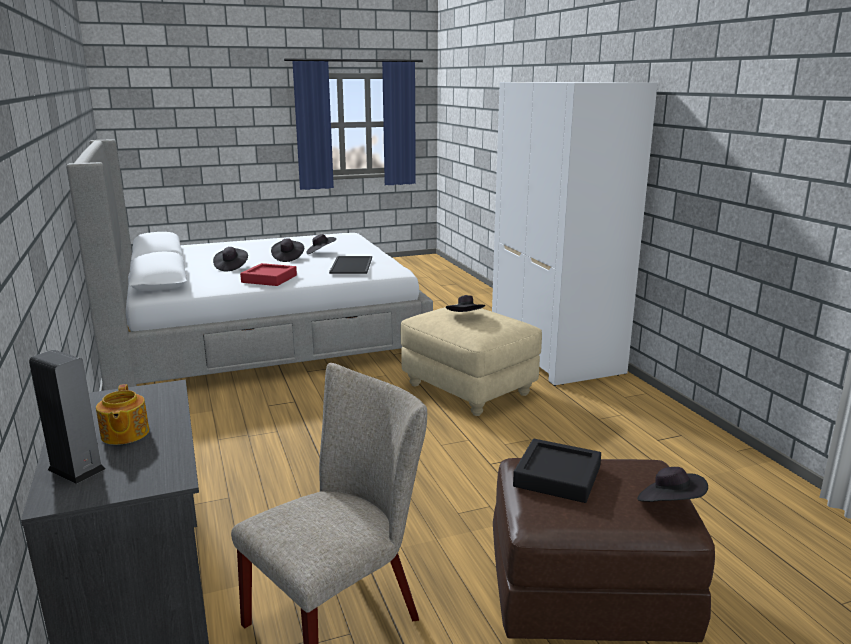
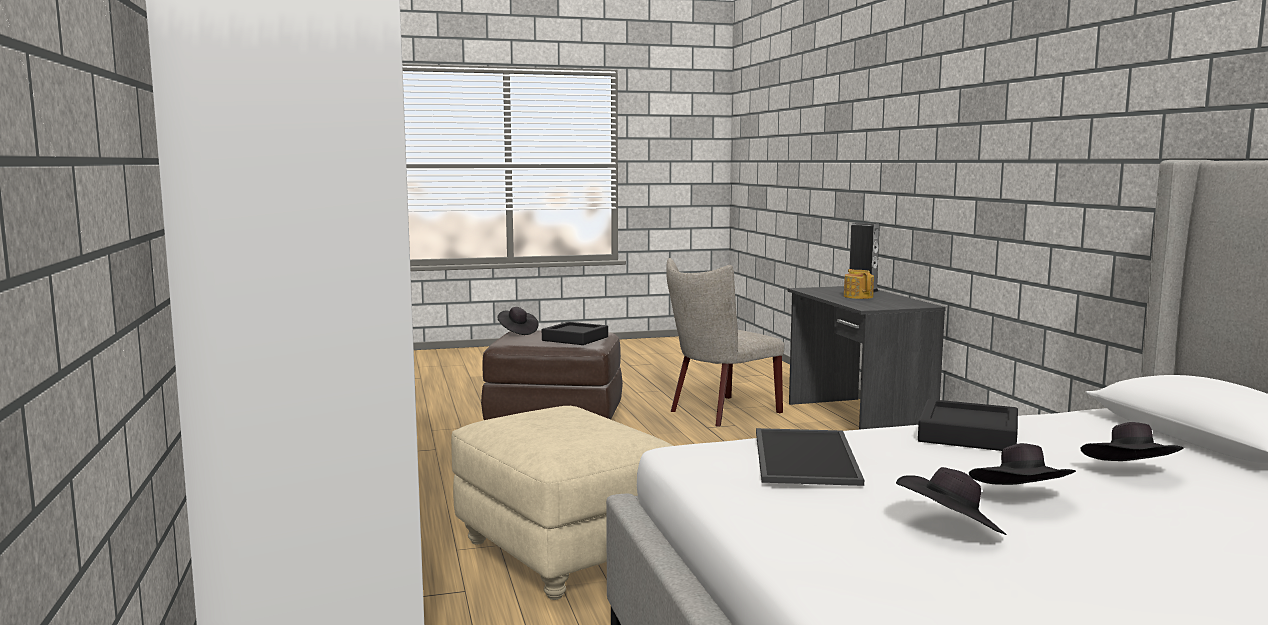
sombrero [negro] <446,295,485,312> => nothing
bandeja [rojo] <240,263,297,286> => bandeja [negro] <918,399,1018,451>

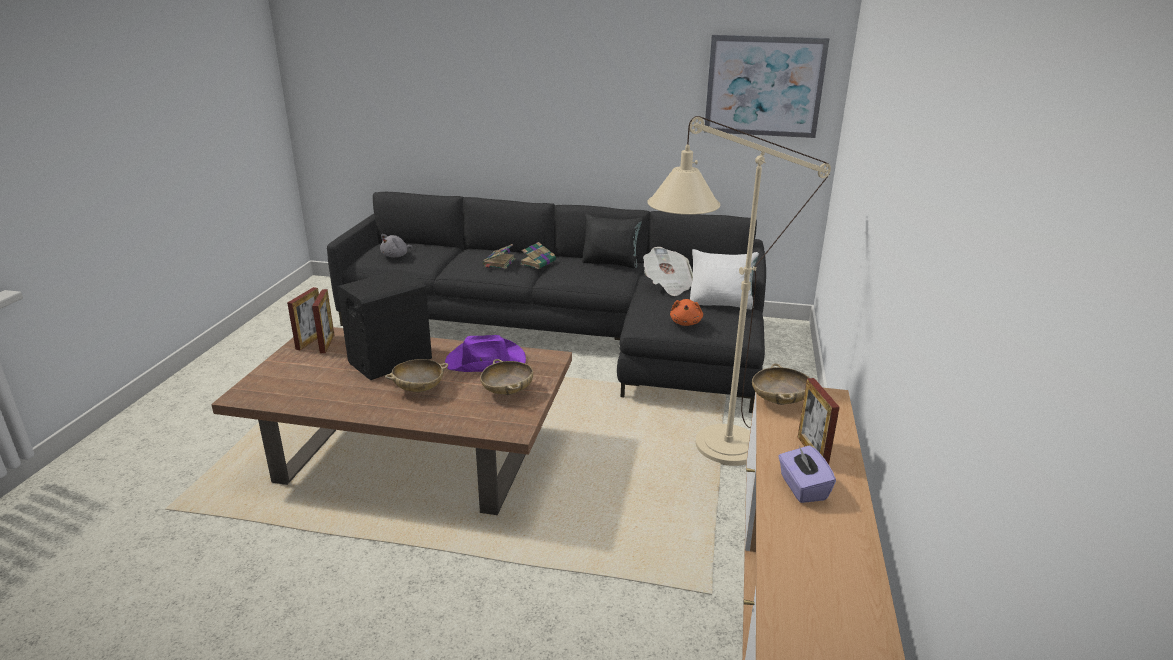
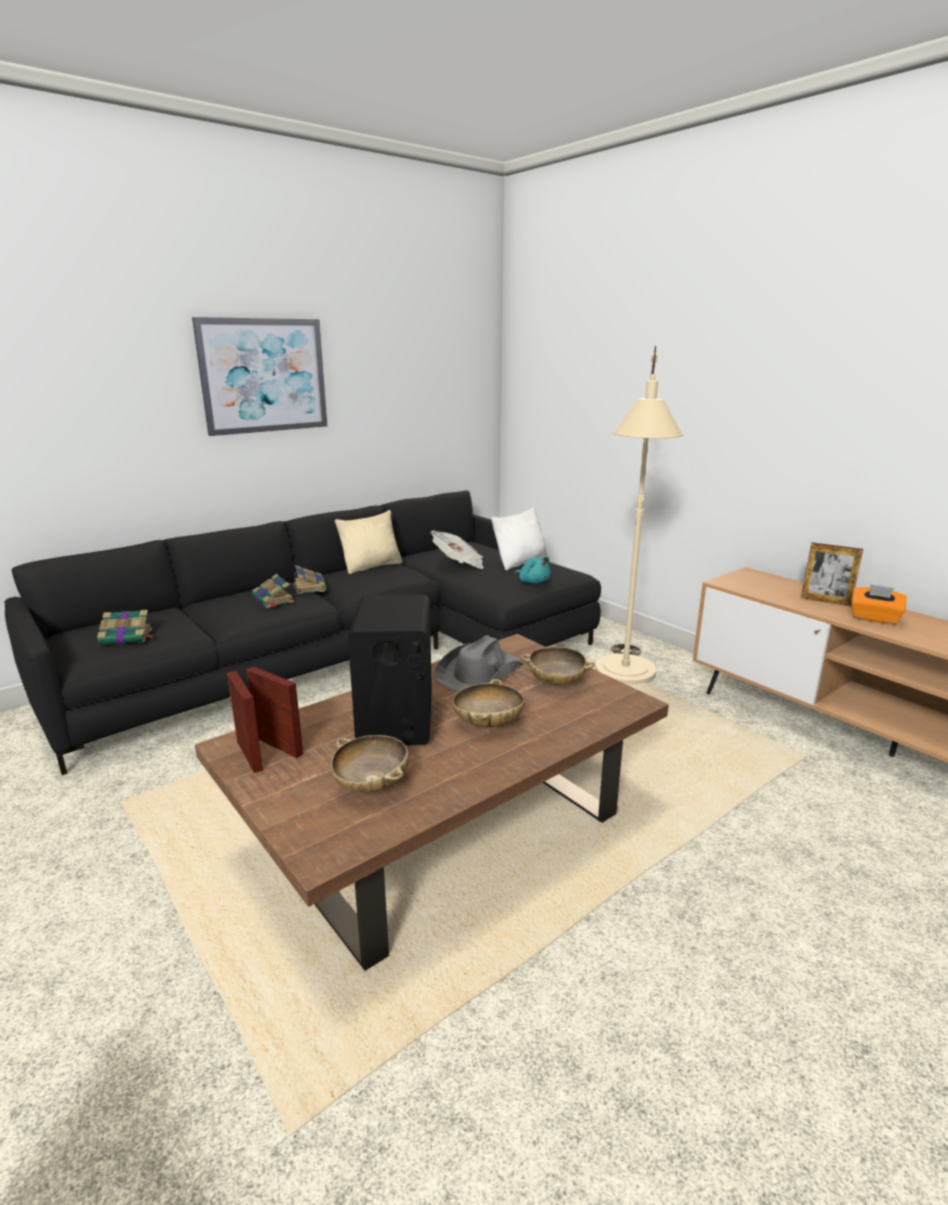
cuadro <704,35,829,138> => cuadro <192,317,327,436>, shifted
cuenco [beis] <752,363,809,405> => cuenco [beis] <331,735,409,792>, shifted
peluche [gris] <380,234,413,257> => libro <97,610,154,645>
sombrero [morado] <445,335,526,372> => sombrero [gris] <434,635,524,692>
cojín [negro] <582,214,643,269> => cojín [beis] <335,510,403,574>
peluche [naranja] <670,299,703,326> => peluche [turquesa] <515,556,551,584>
caja de pañuelos [morado] <778,445,836,503> => caja de pañuelos [naranja] <851,584,907,625>

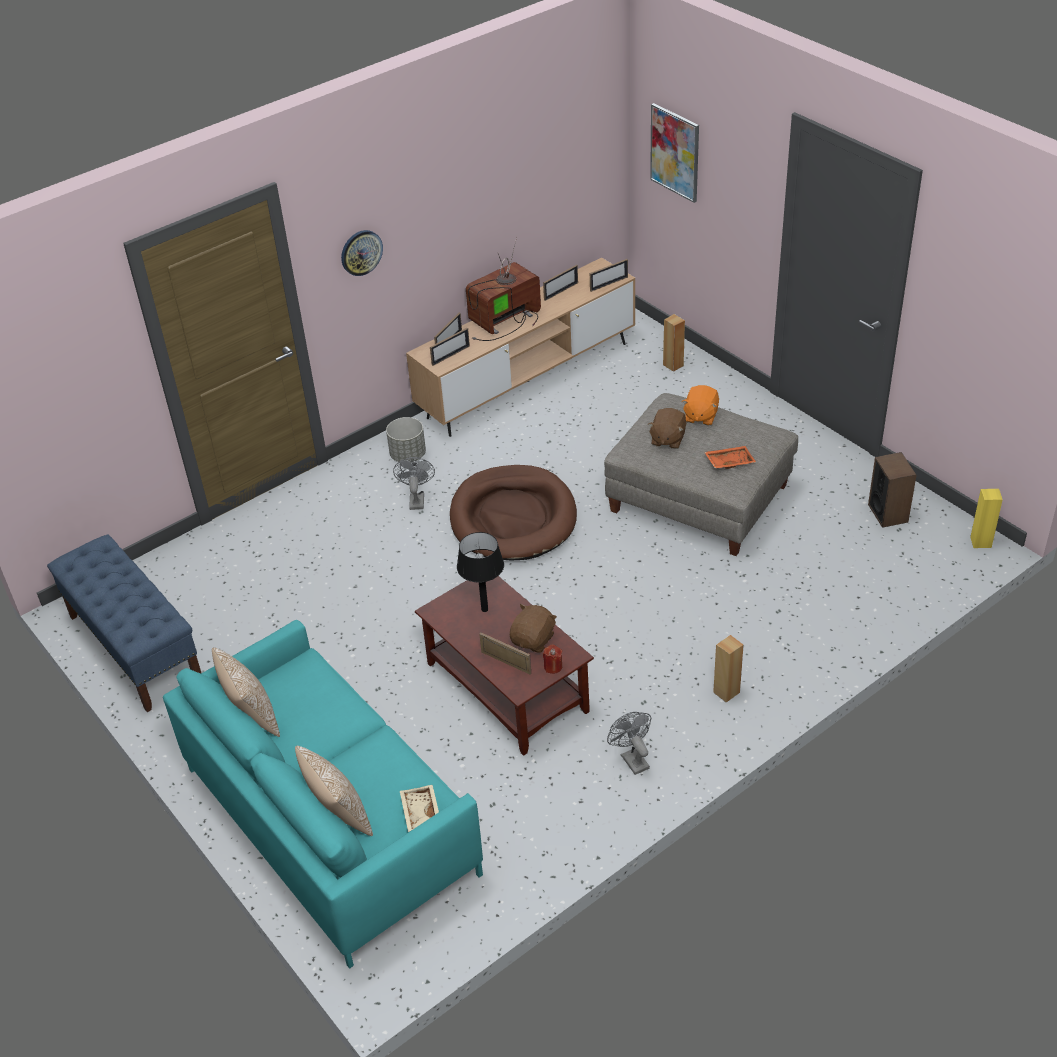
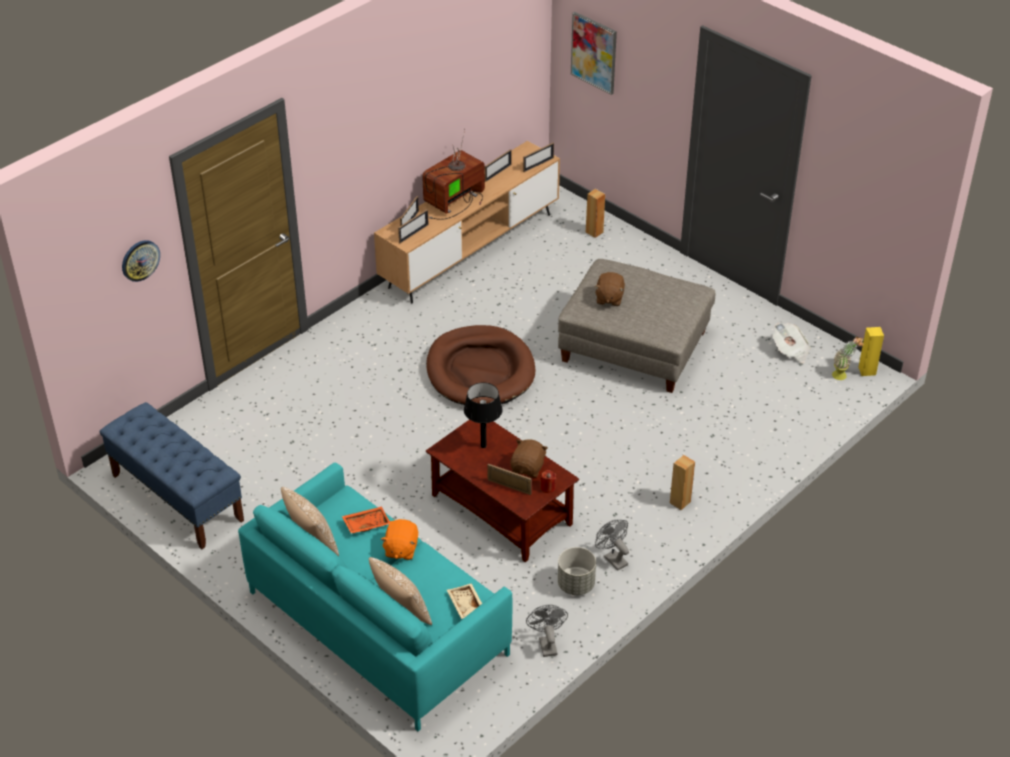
nothing => planta en maceta <832,337,863,380>
reloj de pared <341,230,383,276> => reloj de pared <122,240,160,282>, shifted
maceta [gris] <386,417,426,462> => maceta [gris] <558,547,596,595>, shifted
ventilador [gris] <393,457,435,510> => ventilador [gris] <526,605,568,657>, shifted
peluche [naranja] <682,385,719,425> => peluche [naranja] <380,519,418,560>, shifted
bandeja [naranja] <704,446,756,469> => bandeja [naranja] <342,506,390,534>, shifted
altavoz <868,452,917,528> => periódico <772,323,811,363>

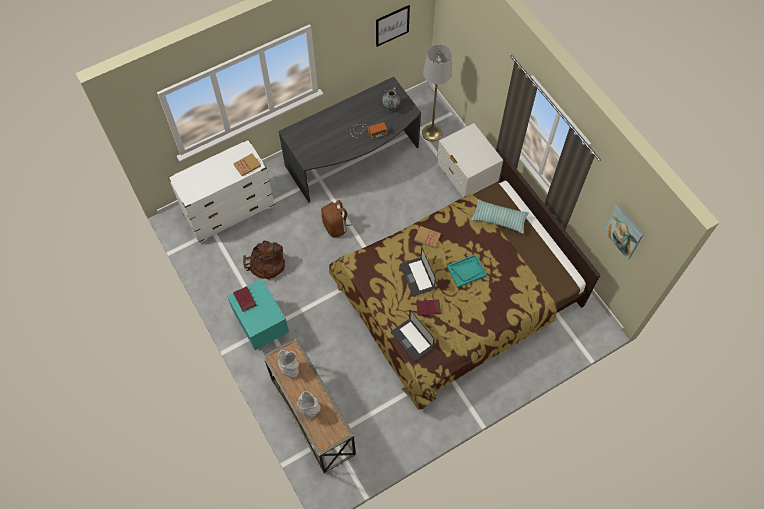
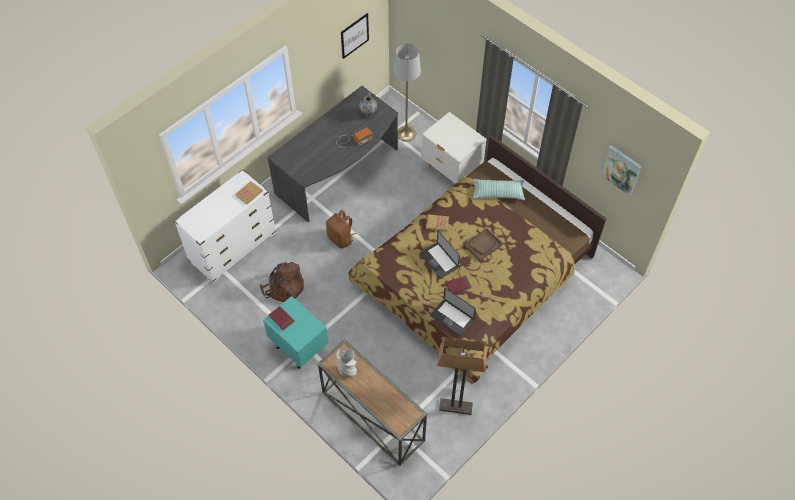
florero [gris] <297,392,321,419> => nothing
nothing => lámpara de pie <437,338,487,415>
bandeja [turquesa] <447,254,487,287> => bandeja [marrón] <464,228,503,261>

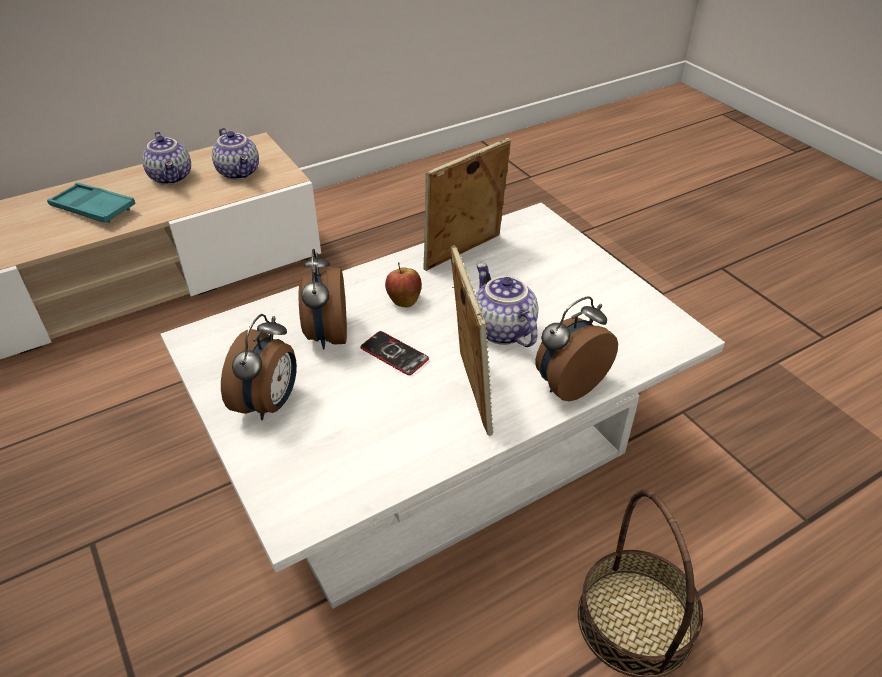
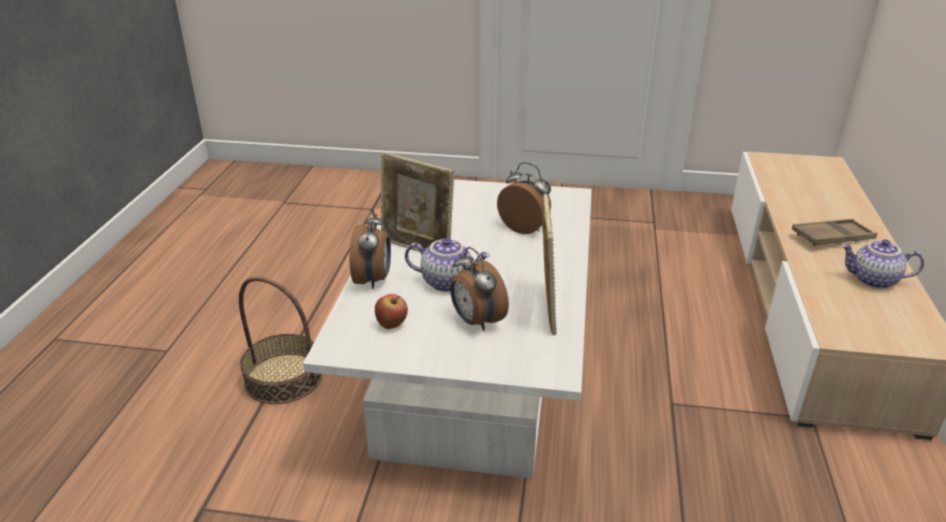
tetera <212,128,259,180> => nothing
móvil <360,331,429,375> => nothing
despertador <221,314,297,420> => despertador <450,247,509,331>, shifted
manzana <385,262,422,308> => manzana <375,294,408,329>, shifted
bandeja [turquesa] <47,183,136,223> => bandeja [marrón] <792,219,877,246>

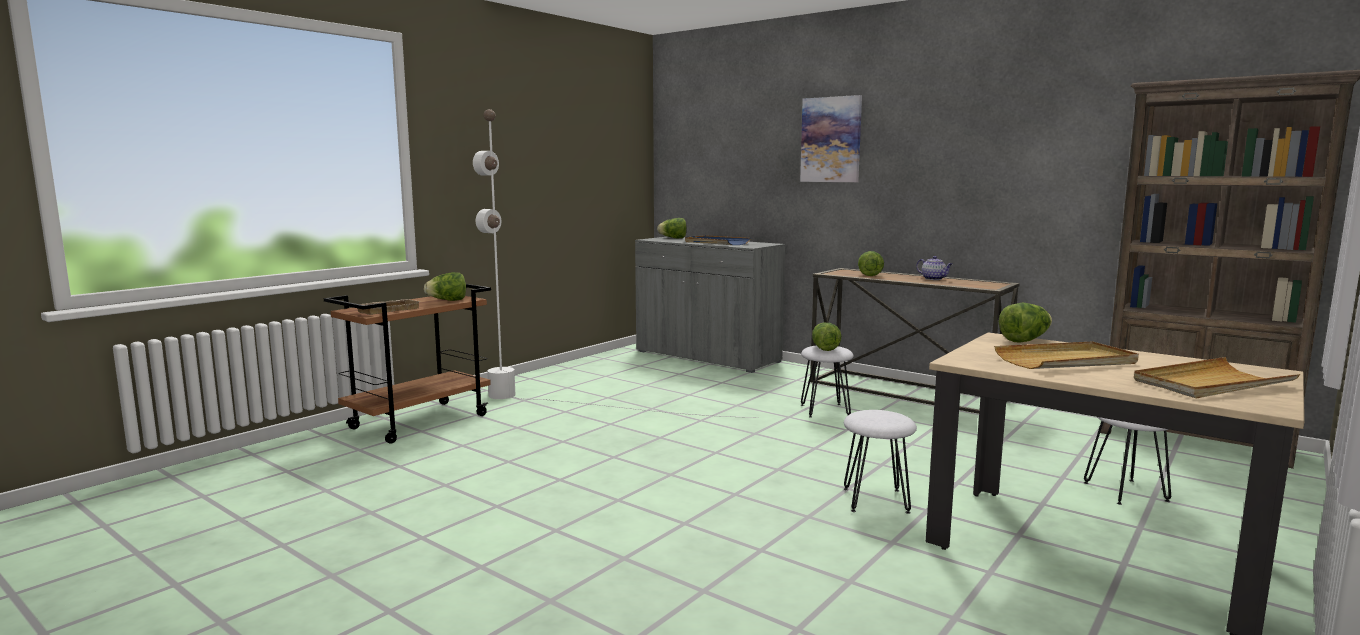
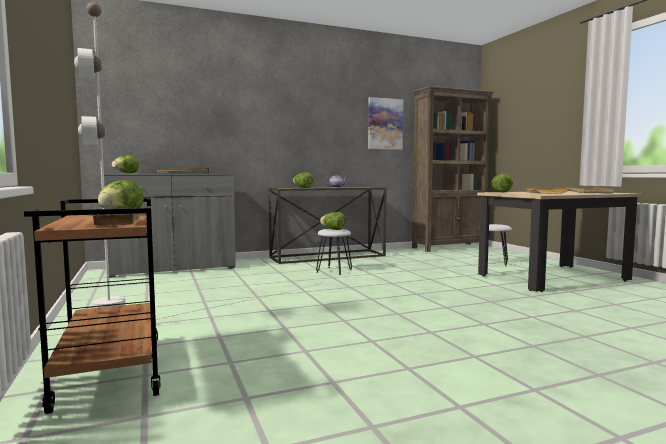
taburete [blanco] <844,410,917,514> => nothing
cuadro <800,95,862,182> => cuadro <368,97,403,150>, shifted

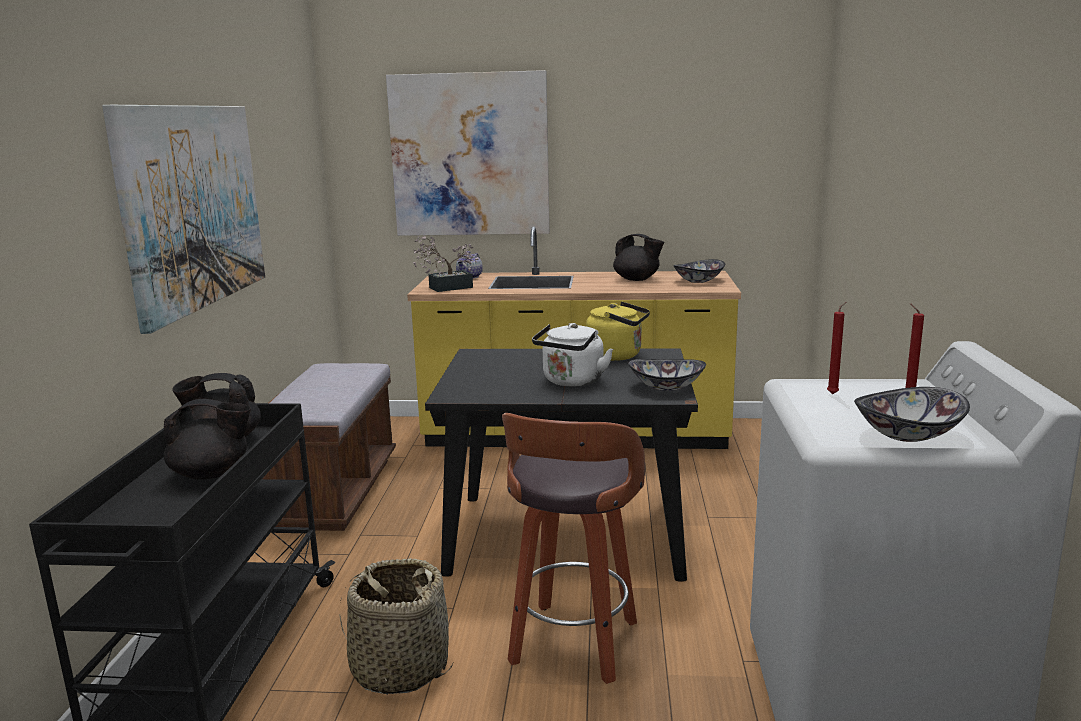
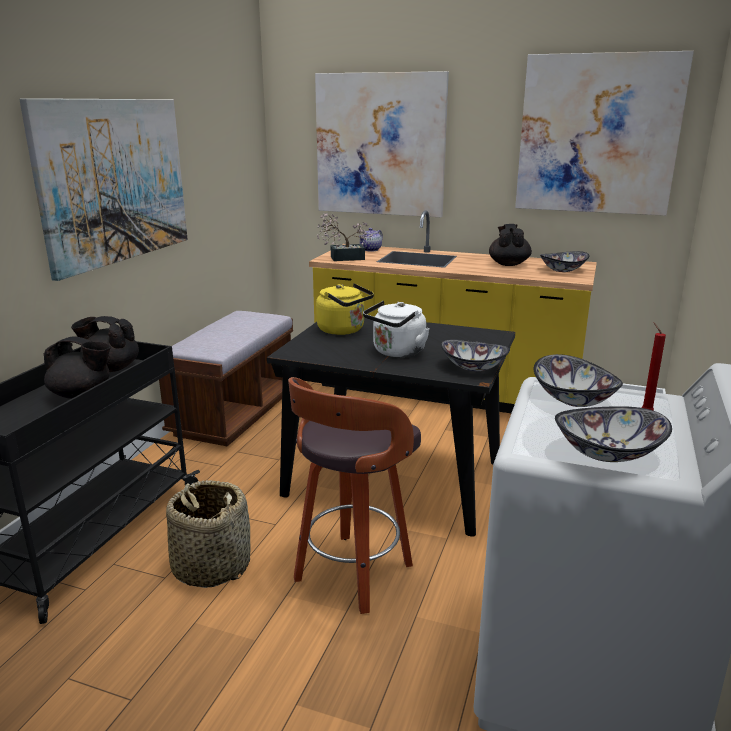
nothing => cuadro <515,51,694,216>
hervidor [amarillo] <586,302,650,361> => hervidor [amarillo] <316,283,374,335>, shifted
vela [rojo] <827,302,846,394> => cuenco <534,354,623,407>
tetera [negro] <613,234,664,281> => tetera [negro] <489,224,532,266>, 135 degrees counterclockwise

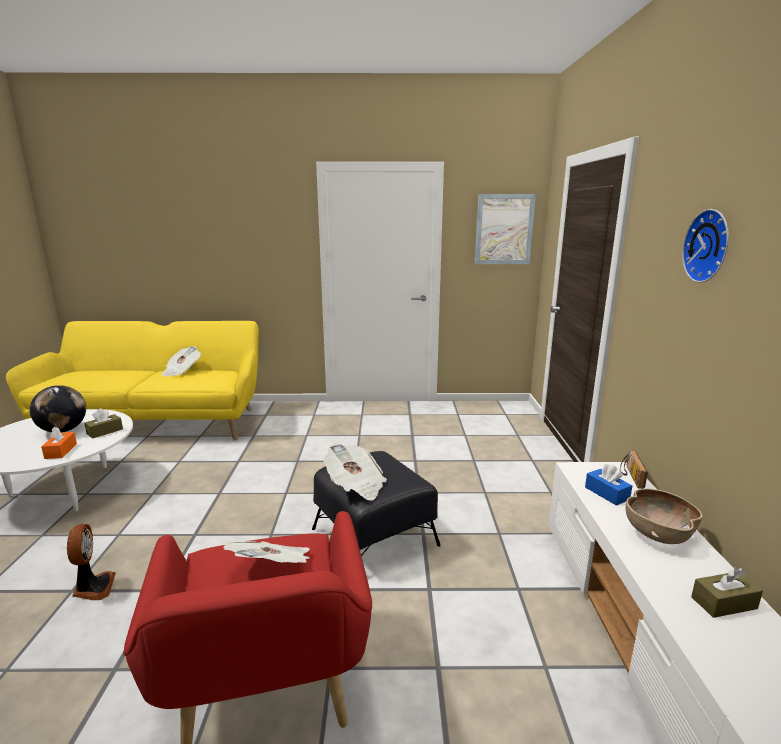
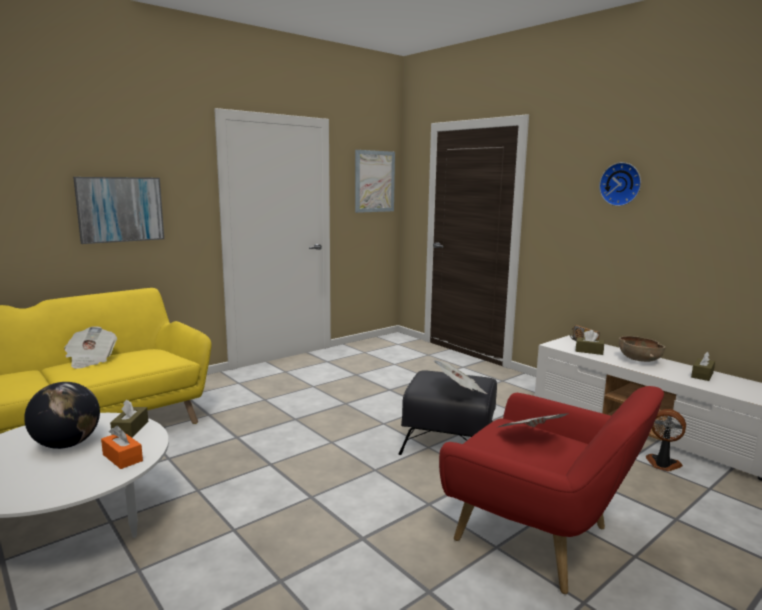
nothing => cuadro <73,177,164,244>
ventilador <67,524,116,600> => ventilador <646,409,686,472>, shifted
caja de pañuelos [azul] <585,464,632,506> => caja de pañuelos [marrón] <576,330,604,355>

